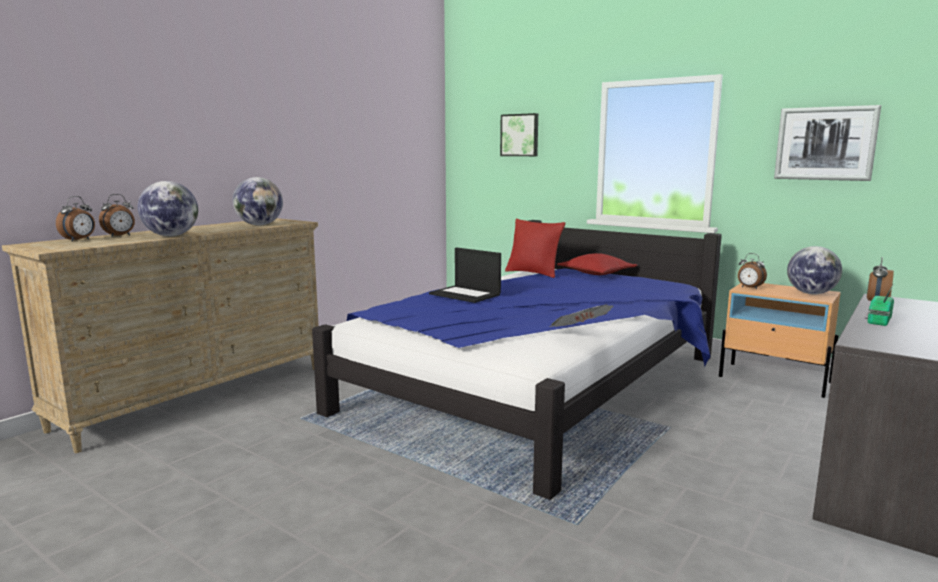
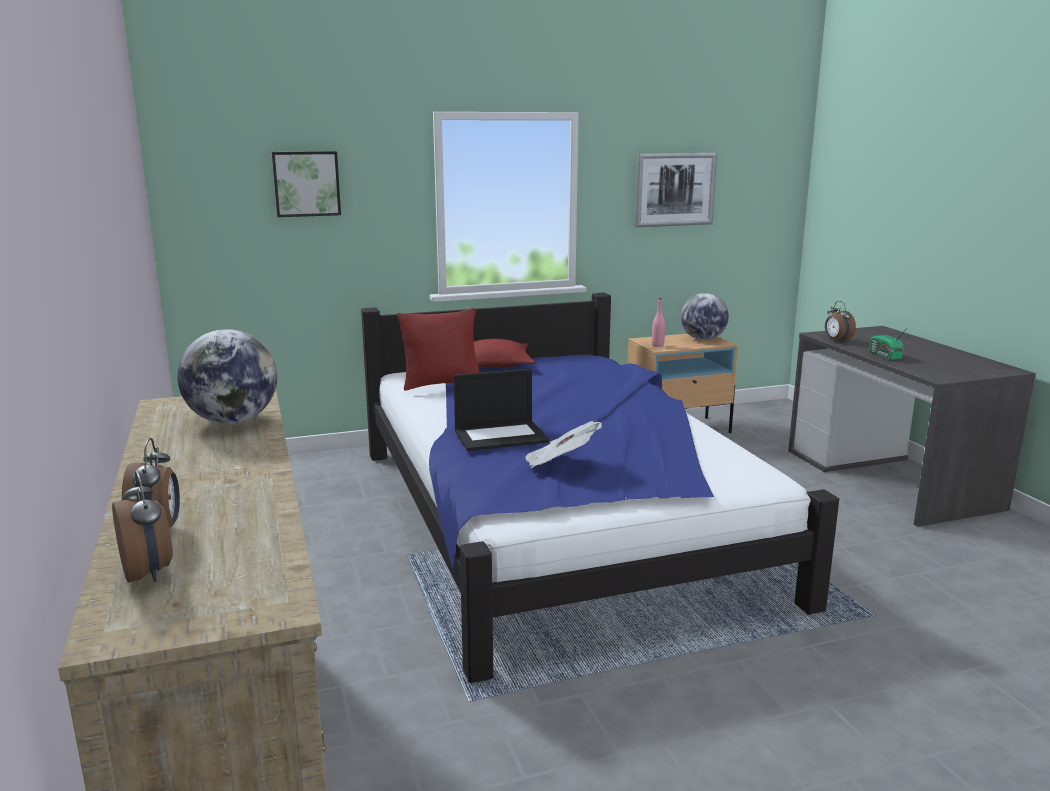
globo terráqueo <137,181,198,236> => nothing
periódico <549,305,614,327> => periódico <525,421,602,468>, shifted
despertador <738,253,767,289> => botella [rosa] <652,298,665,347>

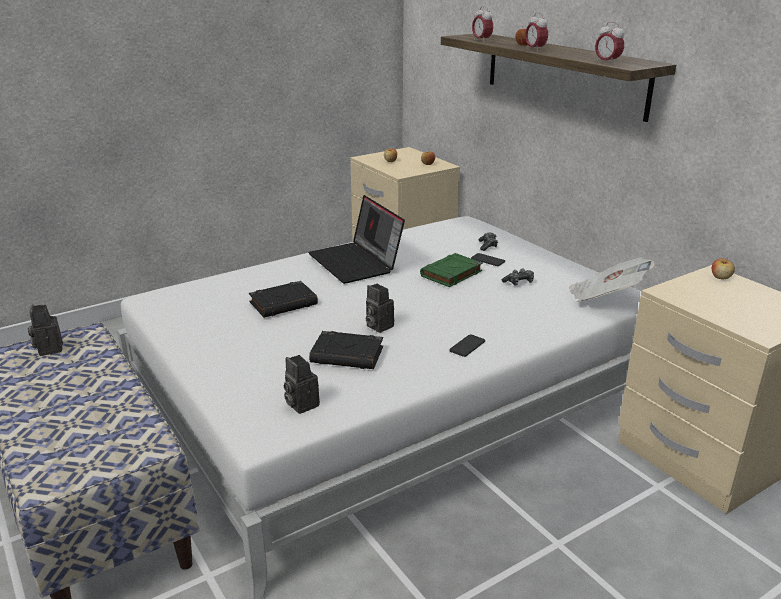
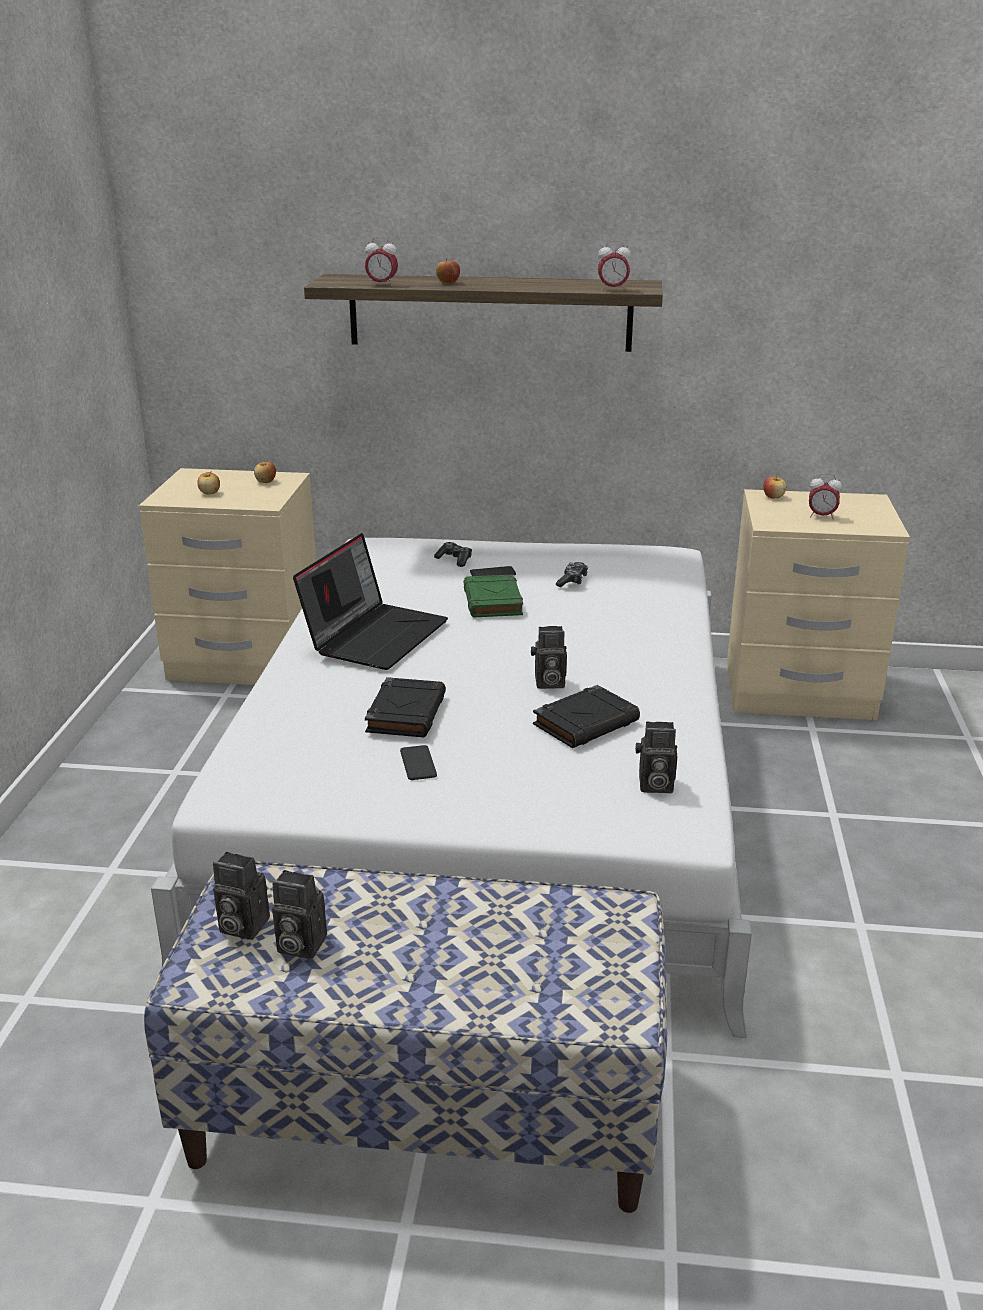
periódico <569,257,655,302> => nothing
nothing => cámara <272,870,327,959>
móvil <449,334,485,357> => móvil <400,745,437,780>, shifted
despertador <525,13,548,49> => despertador <809,474,842,519>, shifted
portátil <308,195,405,284> => portátil <293,533,448,670>, 75 degrees counterclockwise

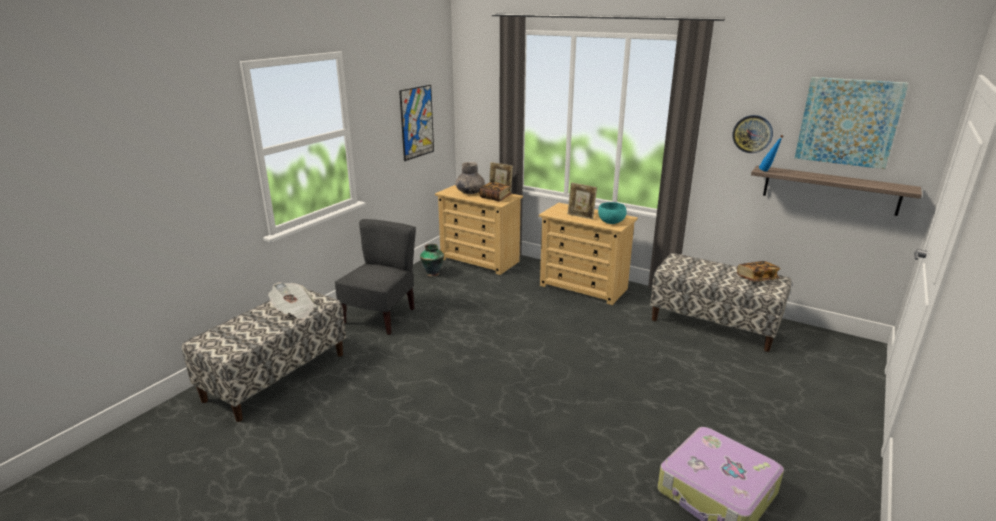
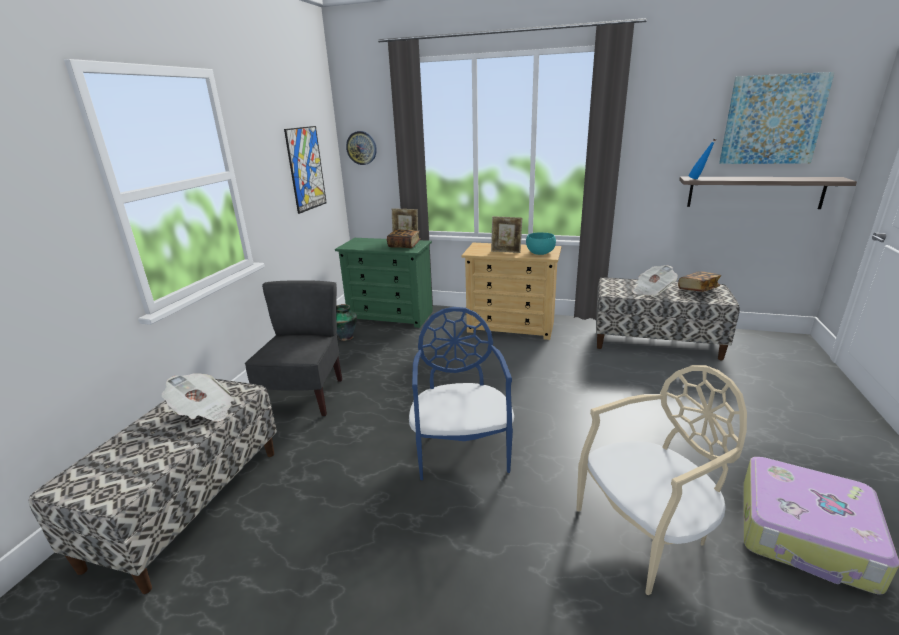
florero [gris] <455,162,485,194> => nothing
nothing => silla [azul] <409,307,514,480>
nothing => silla [beis] <576,365,747,595>
nothing => periódico <632,265,678,296>
reloj de pared <732,115,773,153> => reloj de pared <346,131,377,165>, shifted
cómoda [beis] <435,185,523,275> => cómoda [verde] <335,238,433,328>

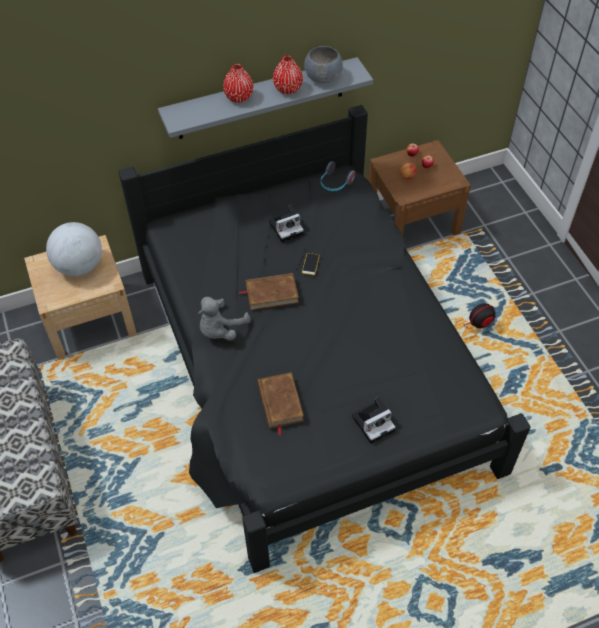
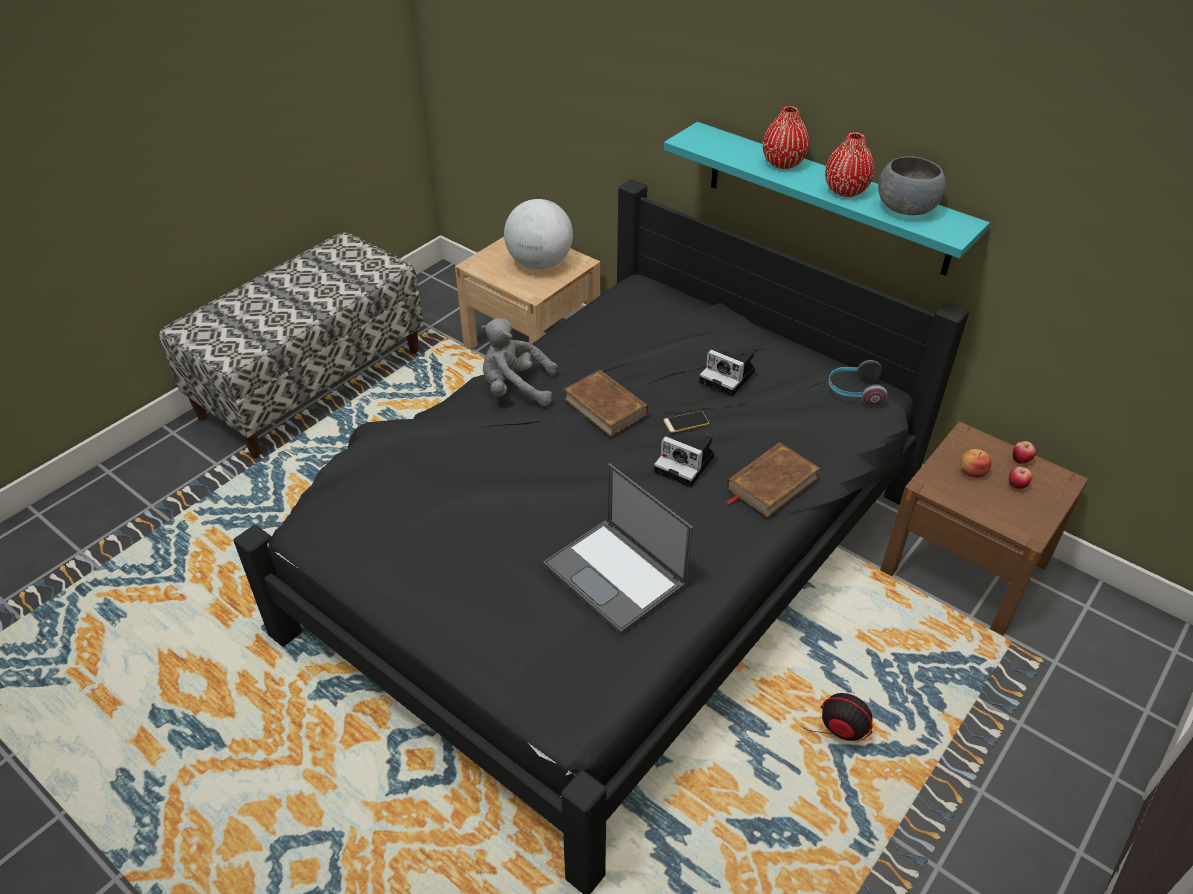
nothing => portátil <543,463,693,635>
libro [marrón] <257,372,304,436> => libro [marrón] <726,442,820,518>, shifted
cámara <352,397,396,444> => cámara <654,435,714,487>, shifted
estante [gris] <158,57,373,139> => estante [turquesa] <664,122,990,276>

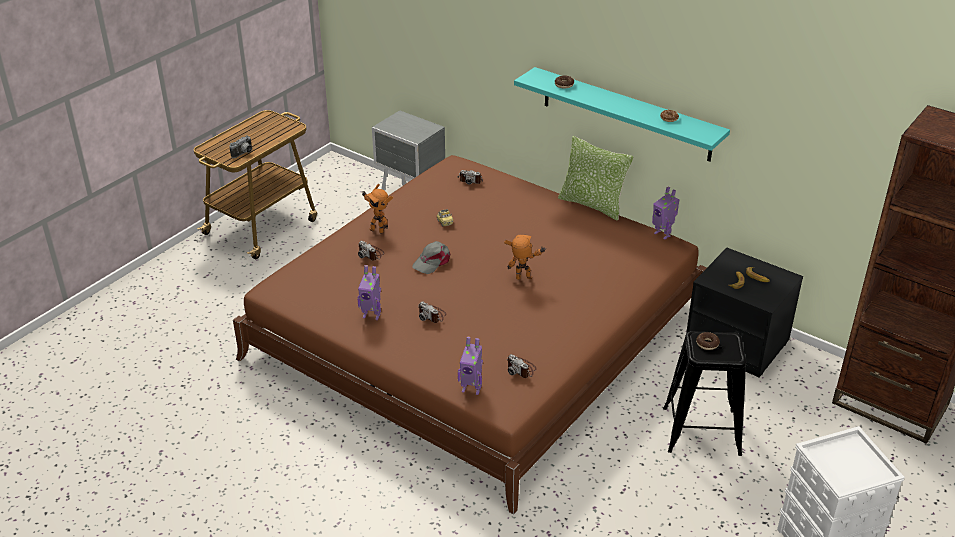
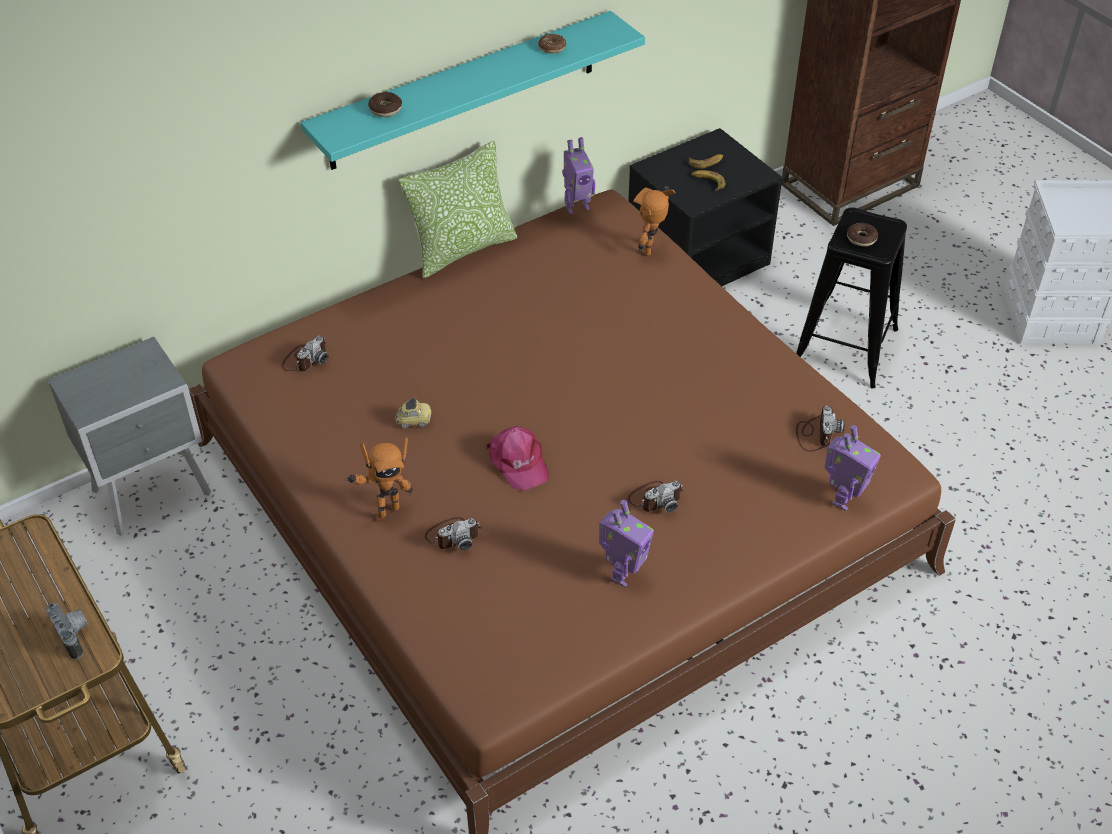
robot de juguete <504,235,546,280> => robot de juguete <633,186,676,256>, shifted
gorra [gris] <412,241,450,274> => gorra [rosa] <487,426,549,490>
cámara <507,354,537,378> => cámara <796,406,845,452>, 60 degrees counterclockwise

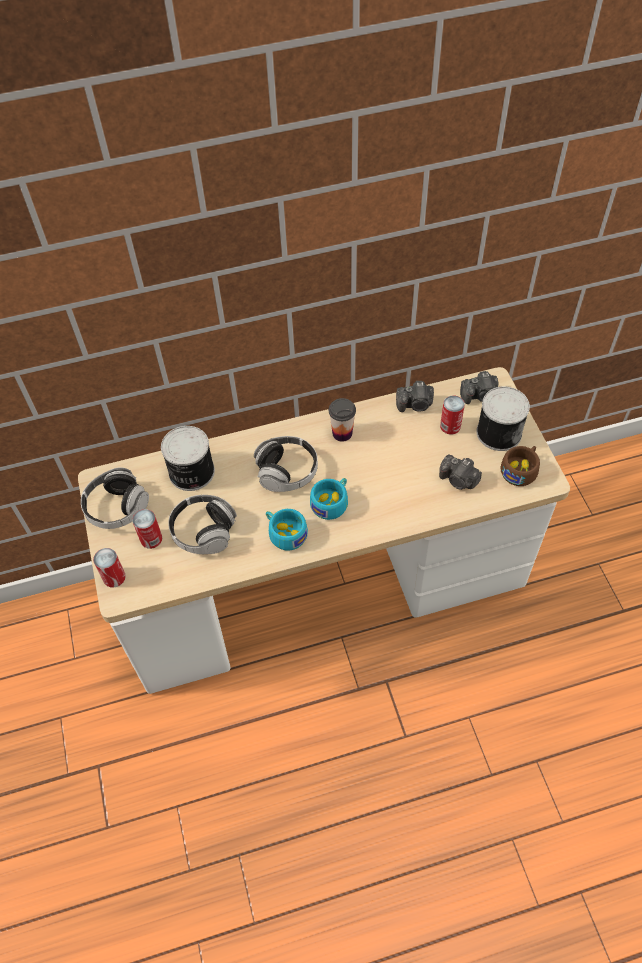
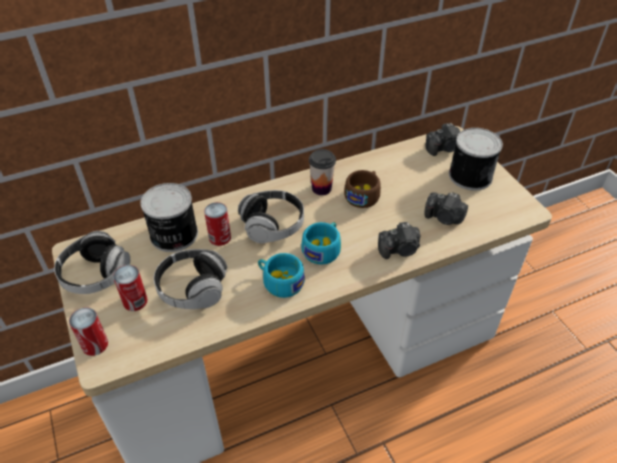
cámara <396,381,434,412> => cámara <378,222,421,259>, shifted
lata <440,396,465,435> => lata <204,202,231,246>, shifted
taza [marrón] <500,446,540,486> => taza [marrón] <344,170,381,208>, shifted

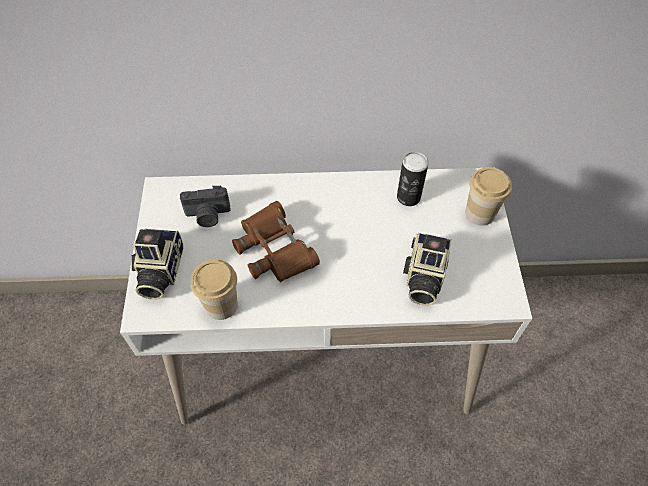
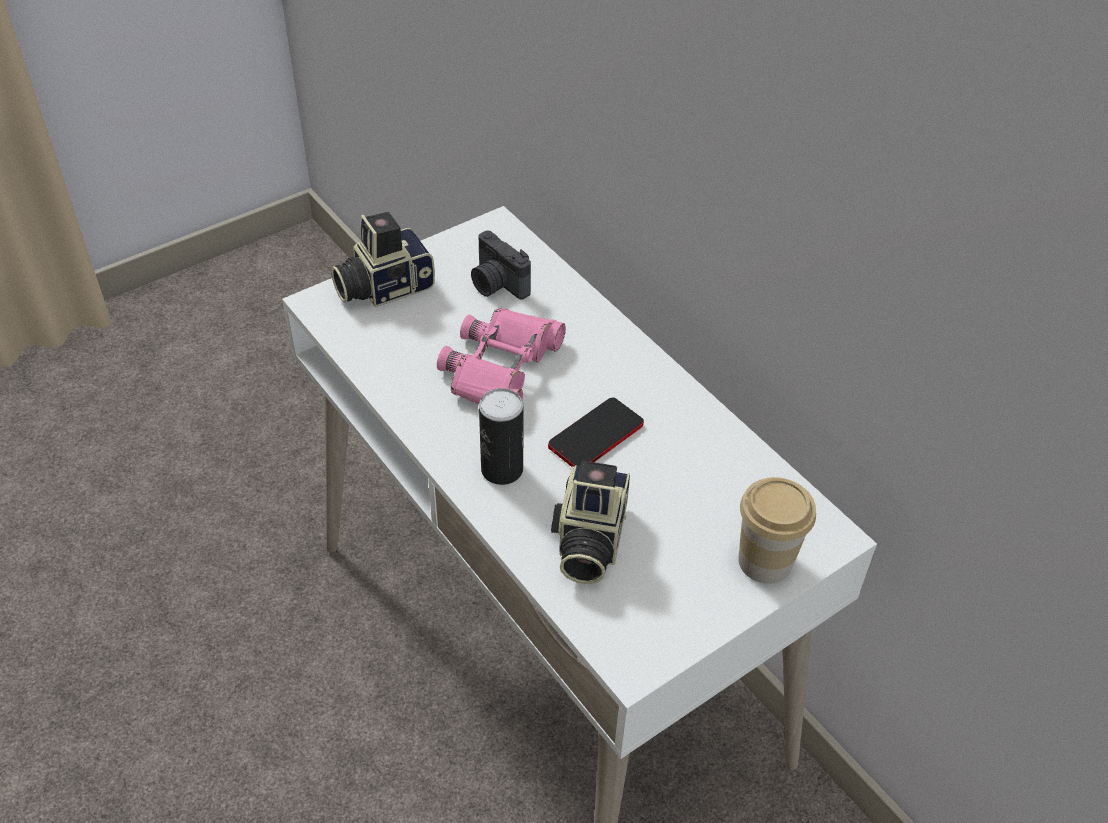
taza <190,259,238,320> => nothing
nothing => móvil <548,397,644,467>
lata <397,152,429,206> => lata <479,388,524,485>, shifted
prismáticos [marrón] <232,201,320,282> => prismáticos [rosa] <437,308,566,405>
cámara <403,233,452,306> => cámara <551,461,630,584>, 60 degrees counterclockwise

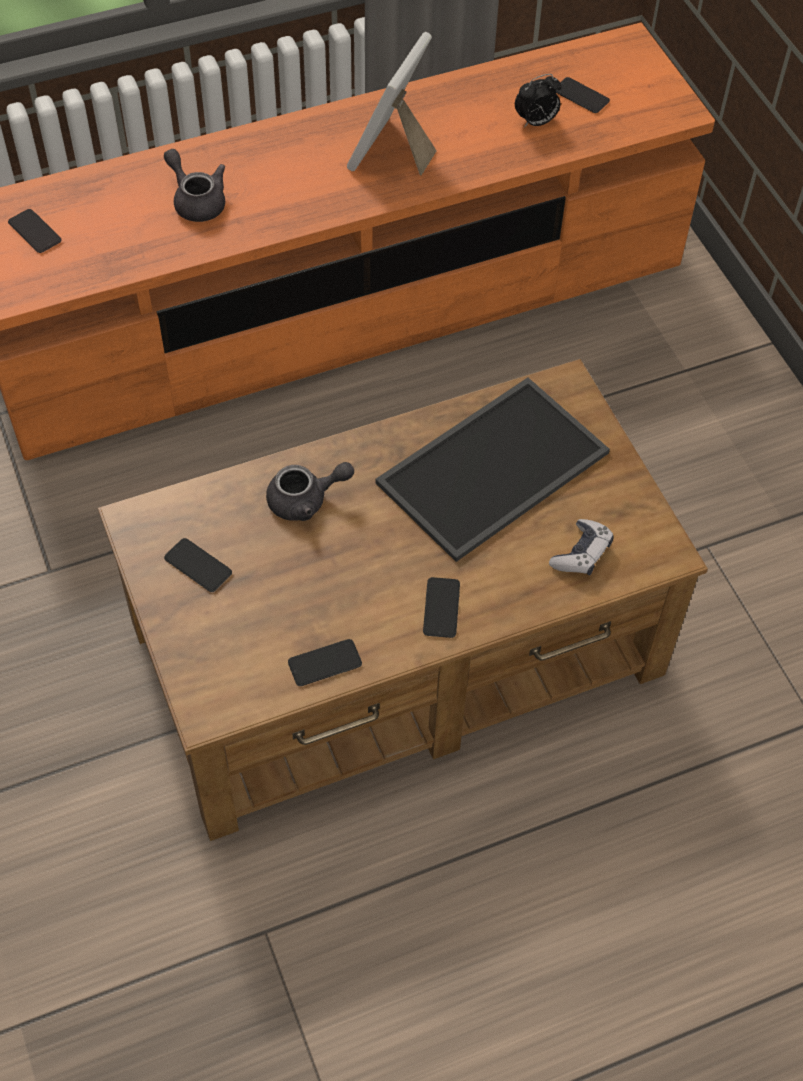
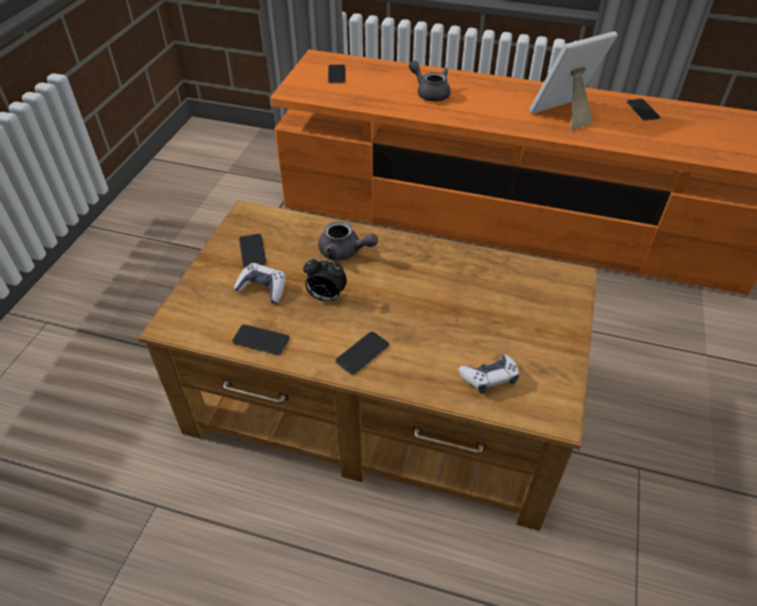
bandeja <375,377,610,562> => nothing
nothing => mando de consola <234,263,286,303>
despertador <515,74,562,128> => despertador <303,257,347,302>, shifted
móvil <555,77,610,113> => móvil <627,99,660,121>, shifted
tetera [gris] <164,149,225,222> => tetera [gris] <409,61,451,102>, 45 degrees counterclockwise

